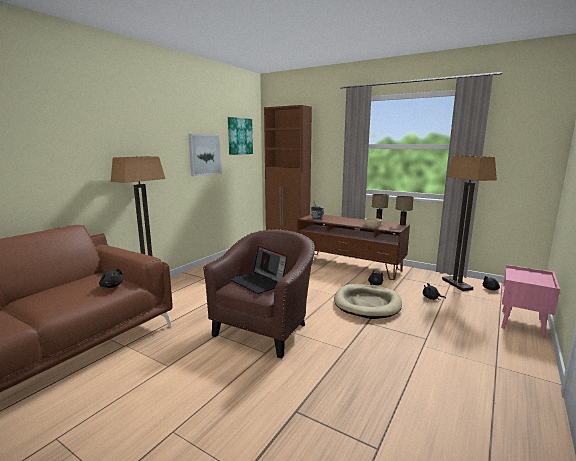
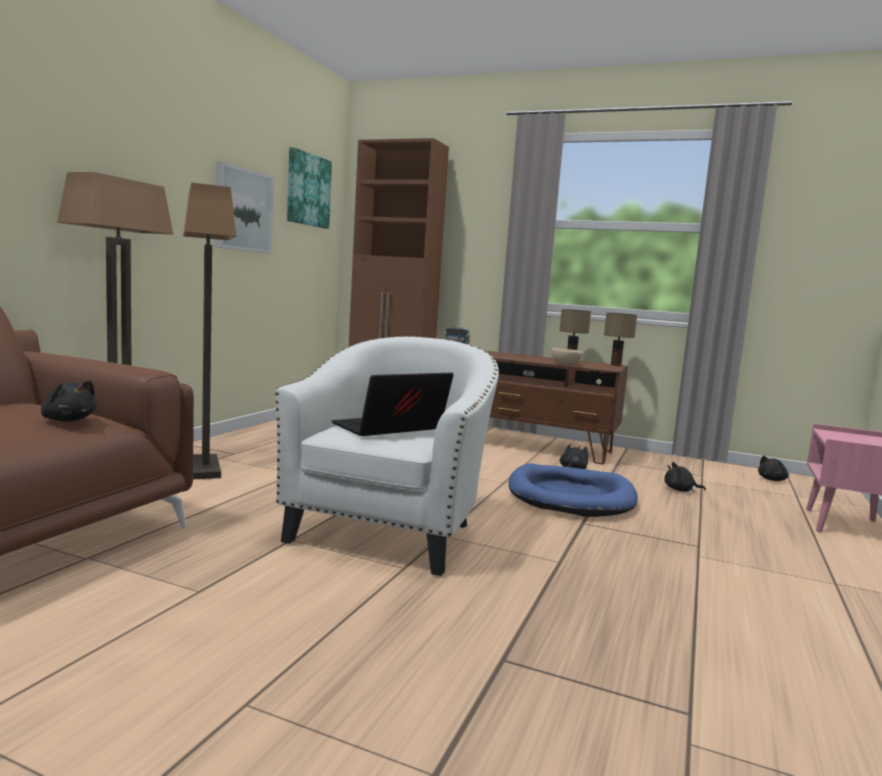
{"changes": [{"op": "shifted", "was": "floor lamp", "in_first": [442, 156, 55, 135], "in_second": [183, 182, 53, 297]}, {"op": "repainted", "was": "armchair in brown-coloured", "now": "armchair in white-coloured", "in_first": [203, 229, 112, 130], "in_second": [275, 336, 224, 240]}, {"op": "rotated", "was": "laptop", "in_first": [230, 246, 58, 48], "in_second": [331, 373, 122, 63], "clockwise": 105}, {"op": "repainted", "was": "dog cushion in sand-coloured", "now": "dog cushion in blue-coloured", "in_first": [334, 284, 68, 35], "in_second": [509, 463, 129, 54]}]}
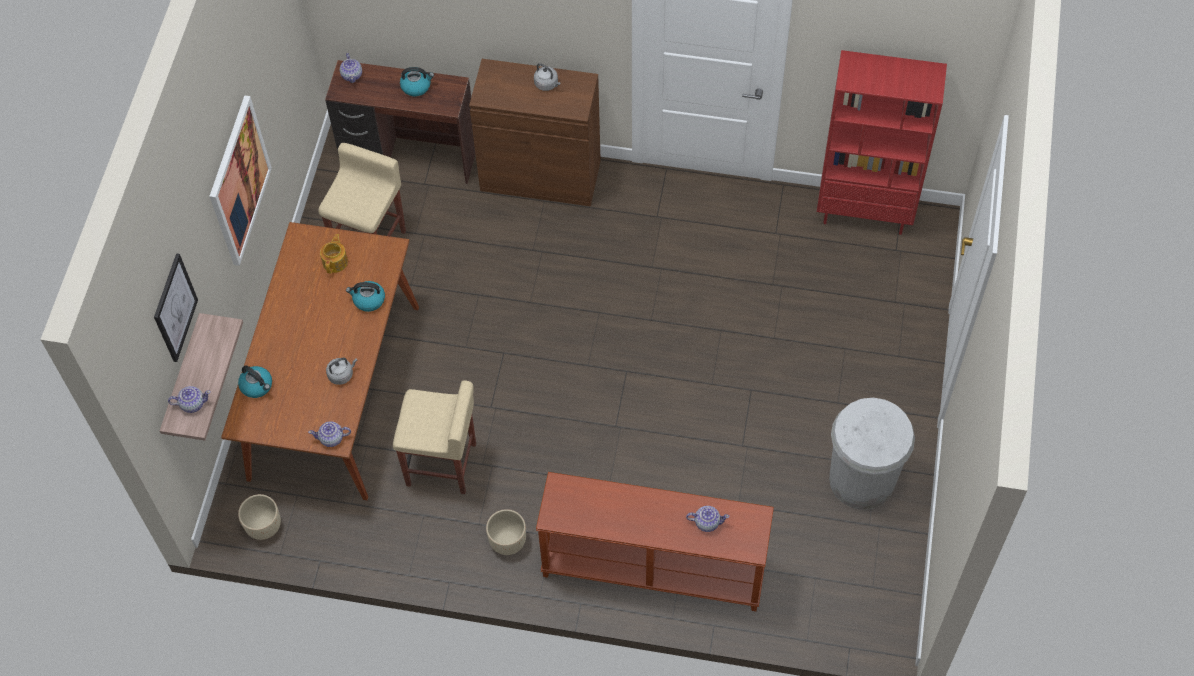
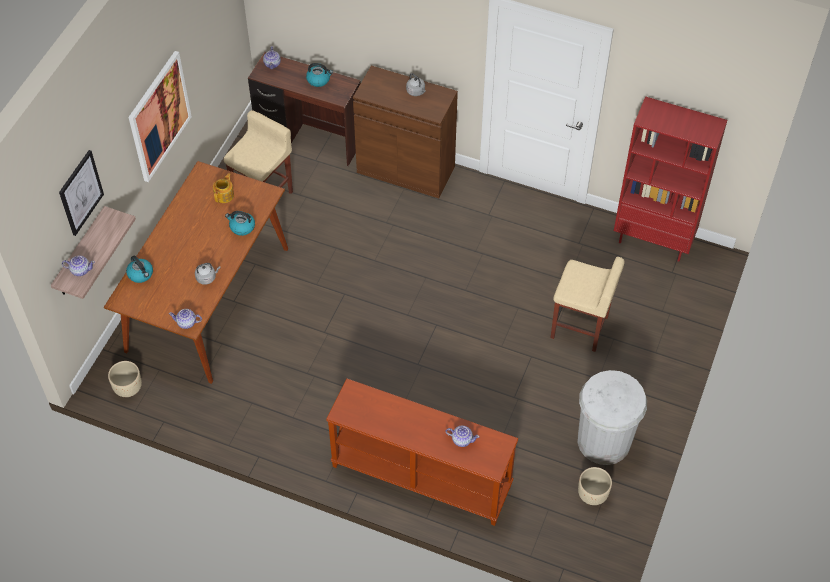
{"changes": [{"op": "shifted", "was": "stool in sand-coloured", "in_first": [393, 380, 83, 114], "in_second": [551, 257, 74, 95]}, {"op": "shifted", "was": "flower pot in sand-coloured", "in_first": [486, 509, 40, 46], "in_second": [578, 467, 34, 38]}]}
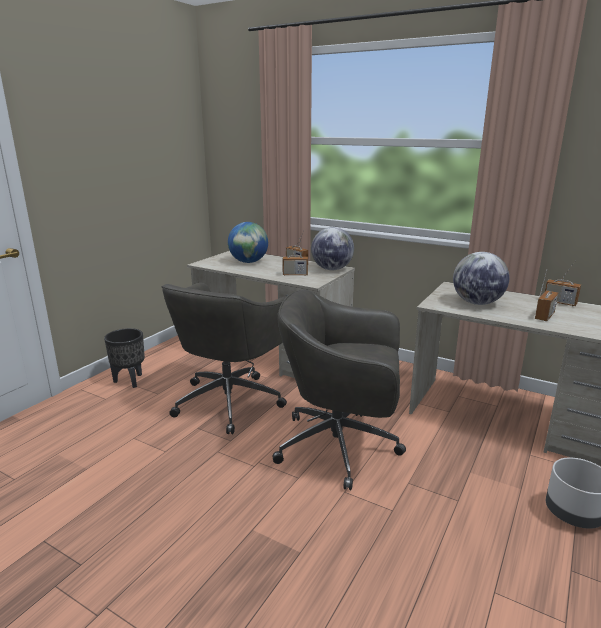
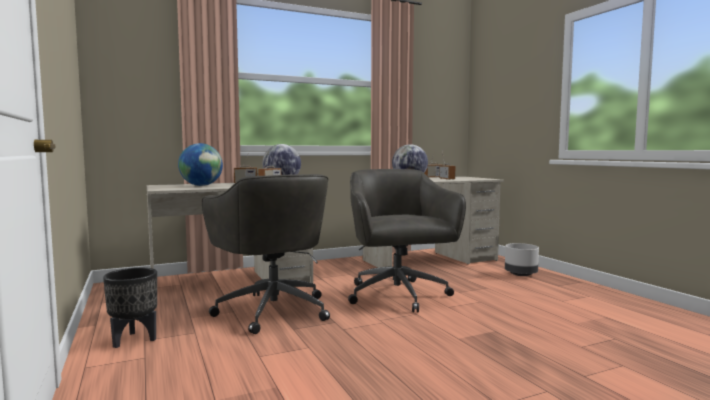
{"changes": [{"op": "rotated", "was": "computer chair in gray", "in_first": [272, 290, 134, 200], "in_second": [348, 169, 118, 144], "clockwise": 120}]}
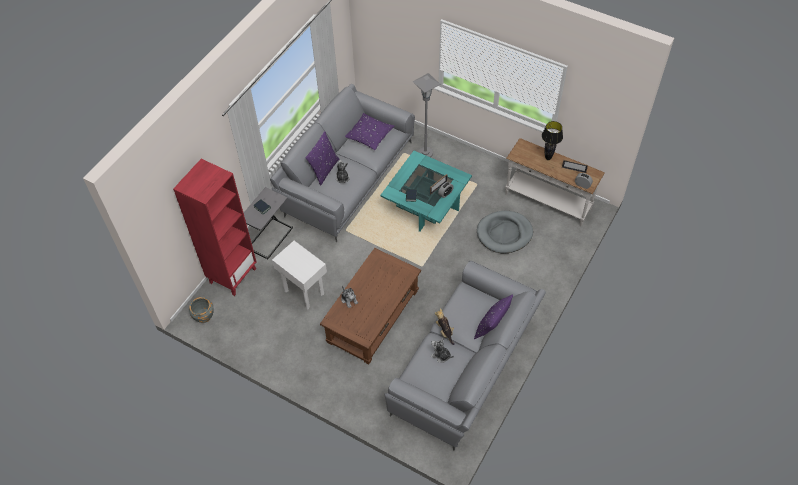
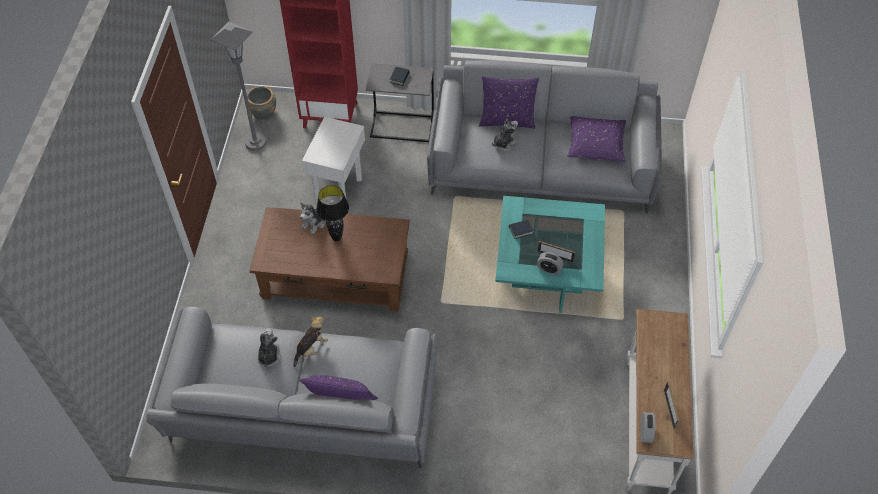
{"changes": [{"op": "shifted", "was": "floor lamp in gray", "in_first": [413, 73, 27, 84], "in_second": [211, 22, 55, 129]}, {"op": "shifted", "was": "tabletop lamp in black-coloured", "in_first": [542, 121, 21, 39], "in_second": [316, 185, 33, 57]}, {"op": "gone", "was": "dog cushion in gray", "in_first": [477, 211, 56, 42]}]}
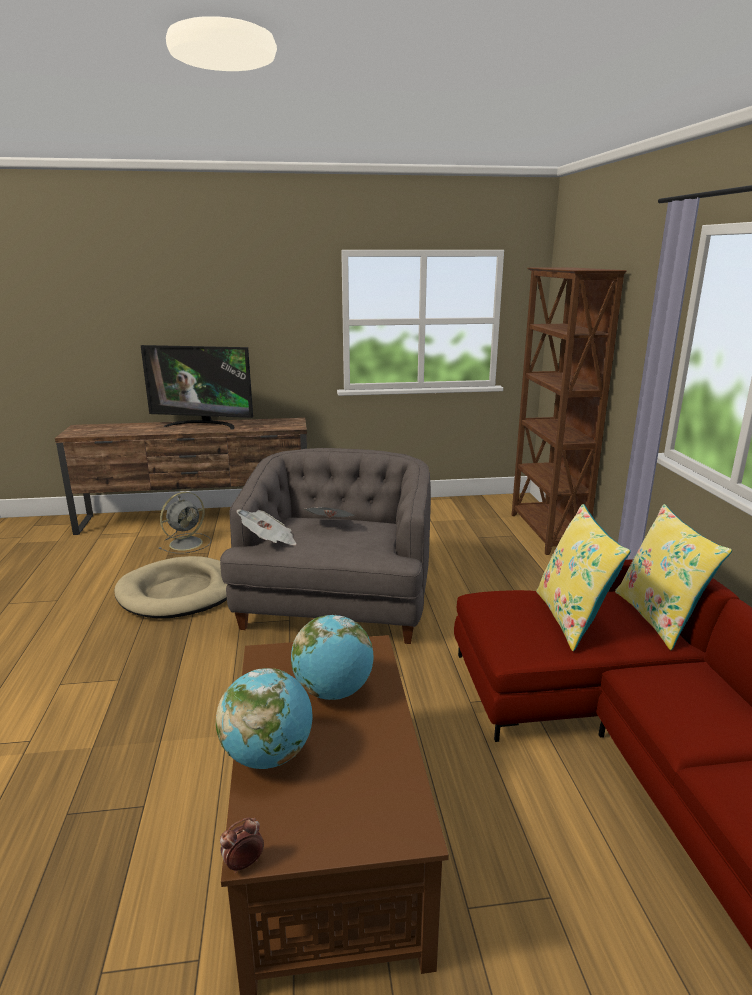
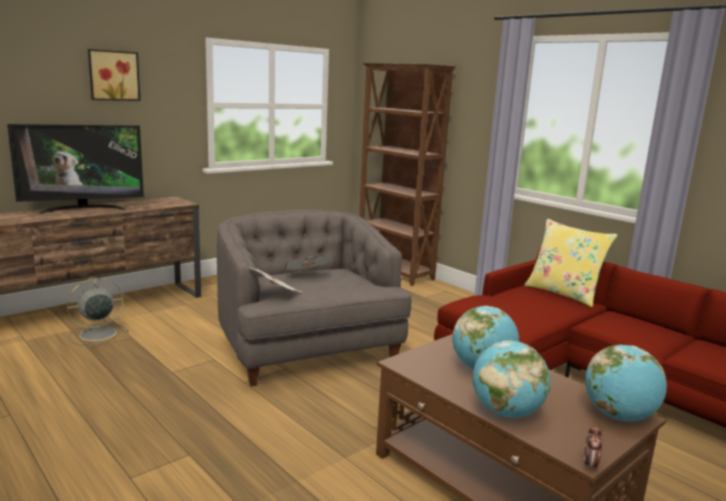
{"changes": [{"op": "rotated", "was": "electric fan in gray", "in_first": [159, 492, 52, 62], "in_second": [67, 278, 62, 68], "clockwise": -135}, {"op": "gone", "was": "cushion in yellow", "in_first": [536, 504, 95, 147]}, {"op": "gone", "was": "dog cushion in sand-coloured", "in_first": [114, 556, 113, 63]}, {"op": "new", "now": "wall art", "in_second": [88, 49, 53, 52]}, {"op": "new", "now": "desk globe", "in_second": [585, 344, 82, 77]}]}
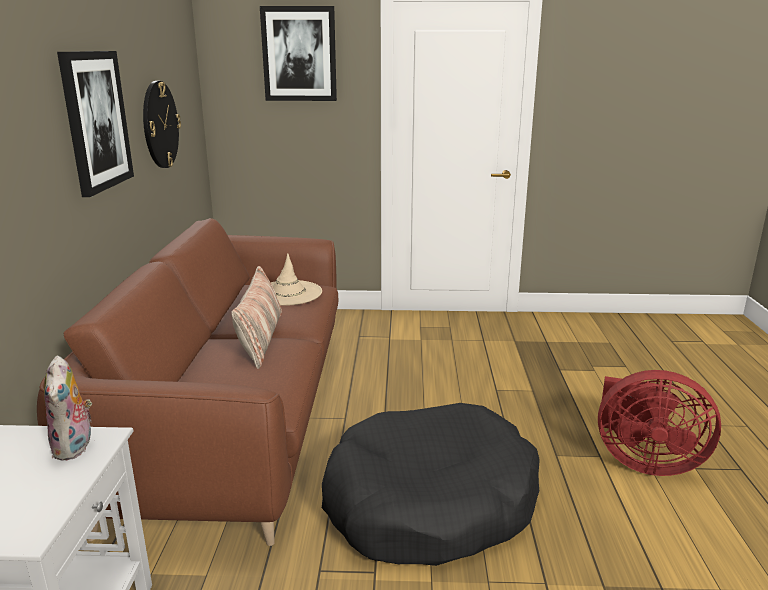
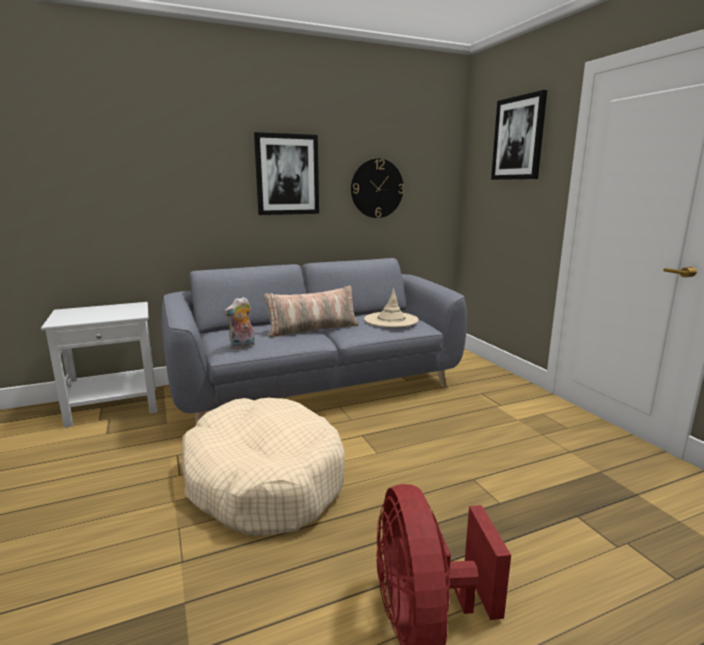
{"changes": [{"op": "repainted", "was": "sofa in brown-coloured", "now": "sofa in gray", "in_first": [37, 218, 301, 328], "in_second": [161, 258, 306, 166]}, {"op": "shifted", "was": "plush toy", "in_first": [44, 356, 48, 105], "in_second": [224, 297, 31, 52]}, {"op": "repainted", "was": "dog cushion in black-coloured", "now": "dog cushion in sand-coloured", "in_first": [322, 403, 218, 163], "in_second": [182, 398, 163, 138]}]}
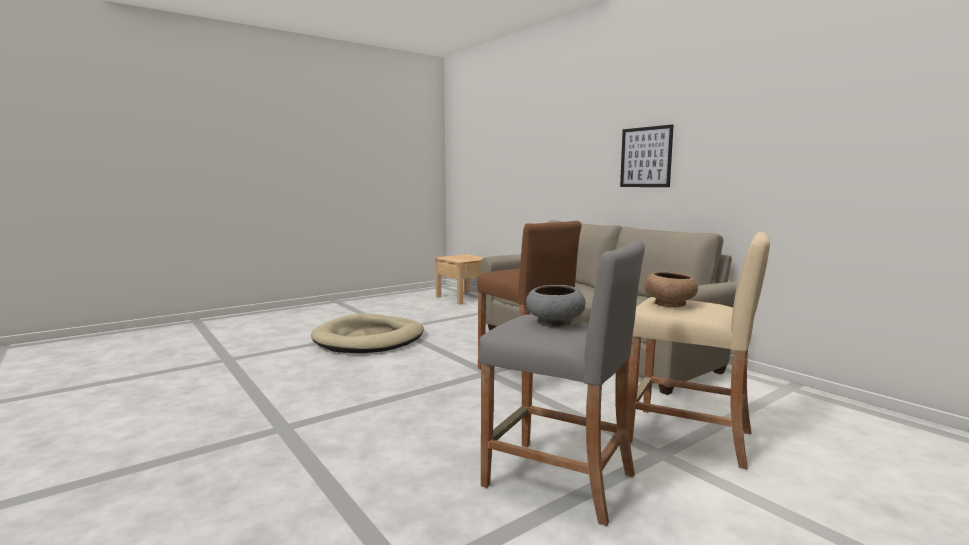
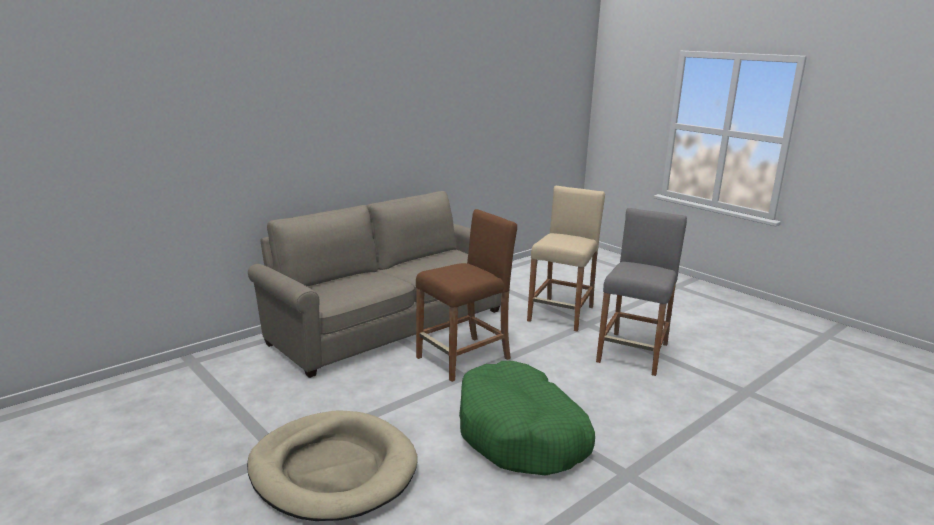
{"changes": [{"op": "gone", "was": "wall art", "in_first": [620, 124, 54, 63]}, {"op": "gone", "was": "nightstand in sand-coloured", "in_first": [435, 254, 50, 51]}, {"op": "gone", "was": "bowl in brown-coloured", "in_first": [645, 272, 53, 35]}, {"op": "gone", "was": "bowl in gray", "in_first": [526, 285, 59, 42]}, {"op": "new", "now": "dog cushion in green-coloured", "in_second": [459, 361, 136, 115]}]}
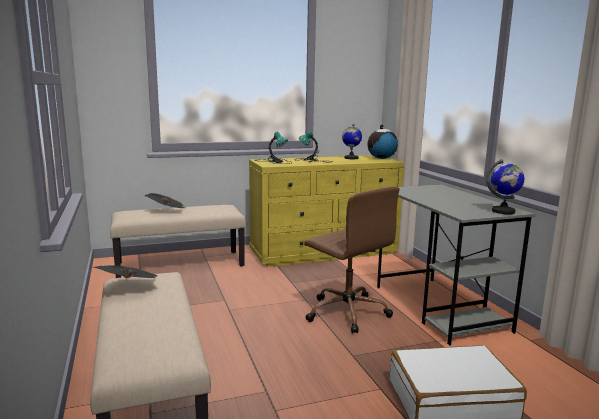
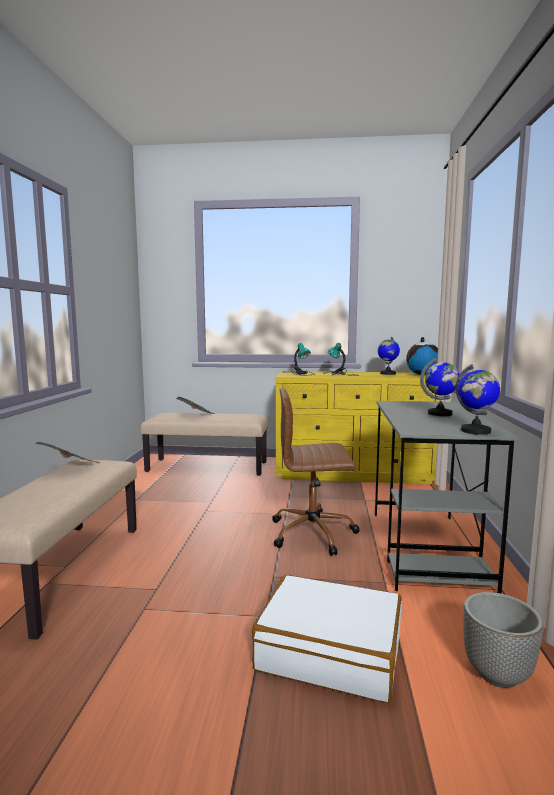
{"changes": [{"op": "rotated", "was": "computer chair in brown-coloured", "in_first": [304, 187, 95, 147], "in_second": [272, 388, 87, 168], "clockwise": 105}, {"op": "new", "now": "desk globe", "in_second": [420, 358, 40, 58]}, {"op": "new", "now": "flower pot", "in_second": [463, 592, 81, 96]}]}
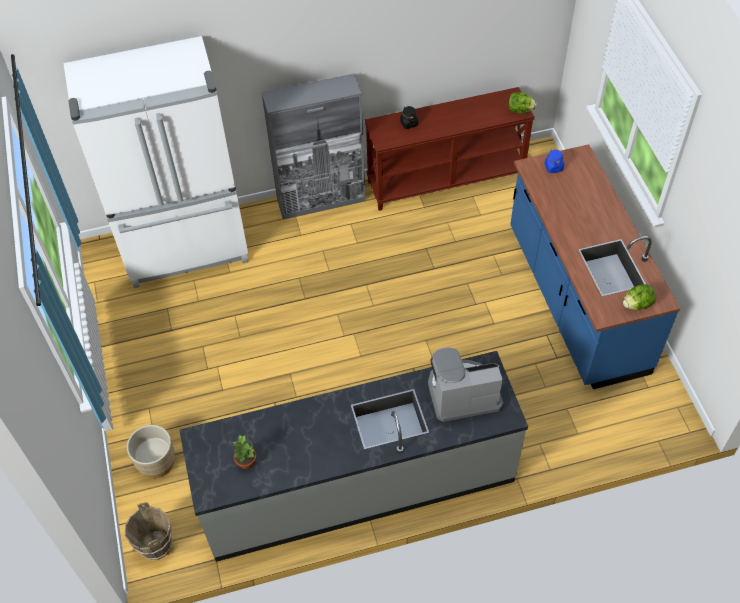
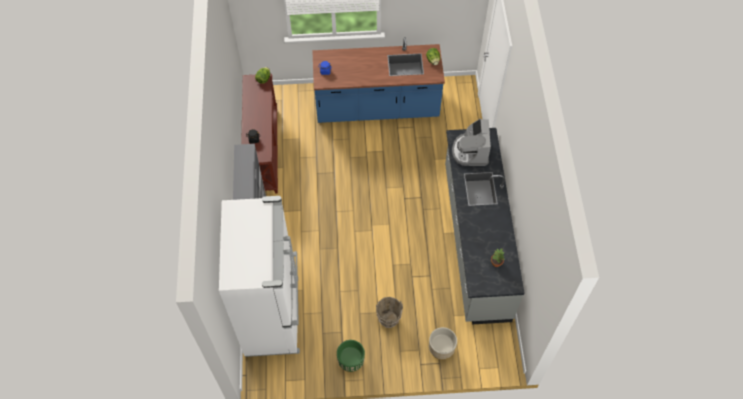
{"changes": [{"op": "shifted", "was": "pail in brown-coloured", "in_first": [125, 502, 48, 58], "in_second": [376, 297, 27, 31]}, {"op": "new", "now": "flower pot in green-coloured", "in_second": [337, 340, 28, 32]}]}
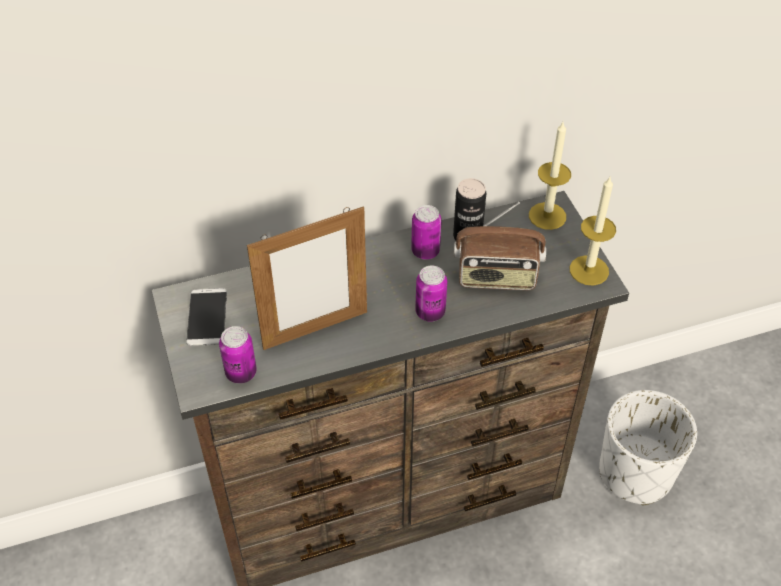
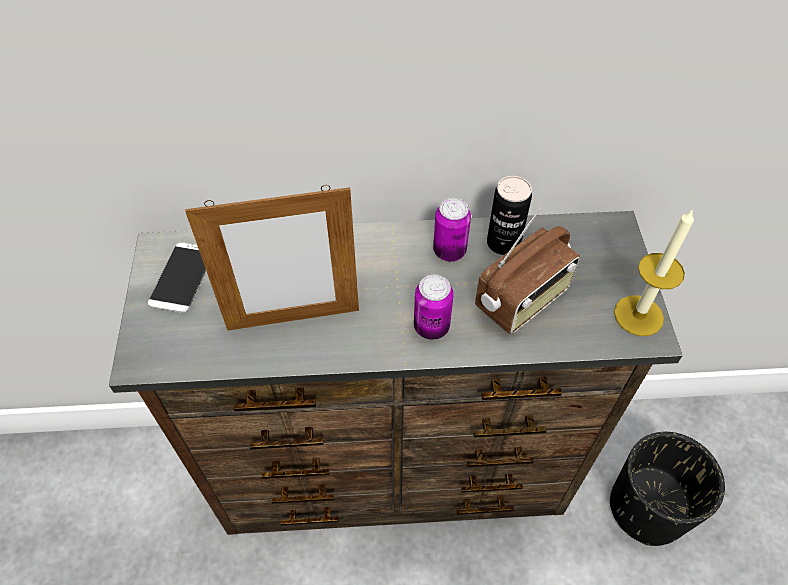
{"changes": [{"op": "gone", "was": "candle", "in_first": [529, 122, 42, 108]}, {"op": "rotated", "was": "radio", "in_first": [454, 202, 92, 88], "in_second": [475, 207, 105, 127], "clockwise": -60}, {"op": "gone", "was": "can", "in_first": [219, 326, 38, 58]}, {"op": "repainted", "was": "flower pot in white-coloured", "now": "flower pot in black-coloured", "in_first": [599, 390, 98, 115], "in_second": [610, 432, 115, 114]}]}
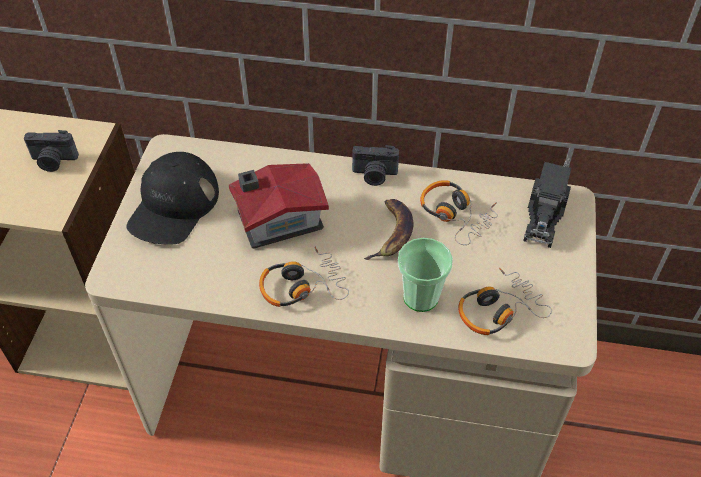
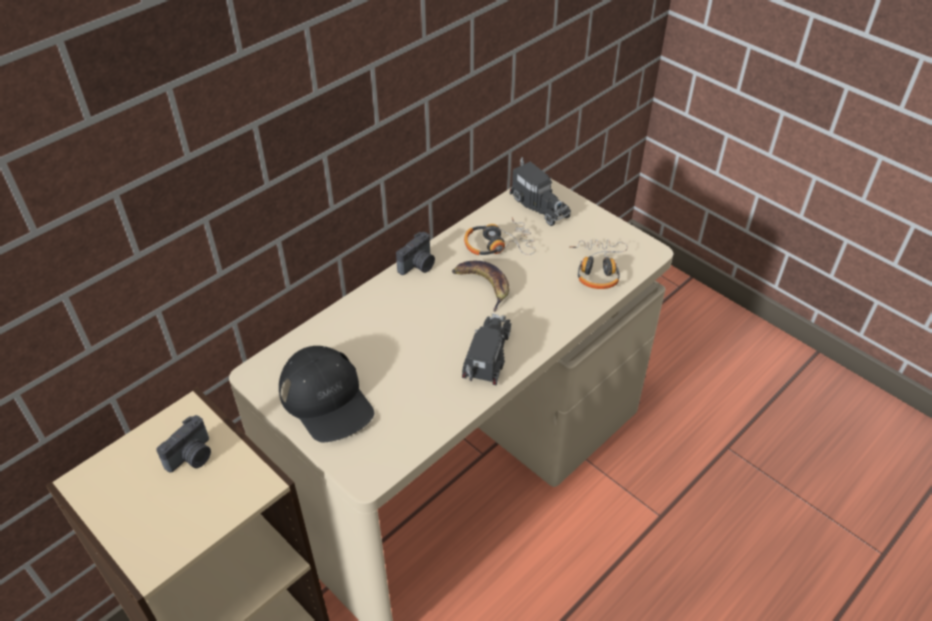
{"changes": [{"op": "gone", "was": "toy house", "in_first": [229, 163, 100, 86]}, {"op": "gone", "was": "cup", "in_first": [398, 238, 55, 74]}, {"op": "swapped", "was": "pair of headphones", "now": "toy lorry", "in_first": [259, 246, 90, 61], "in_second": [462, 313, 49, 73]}]}
